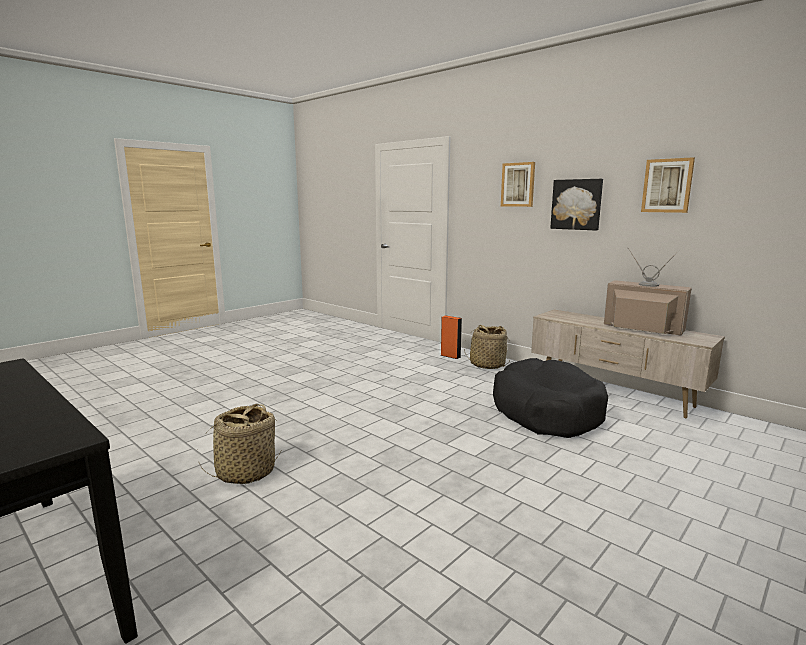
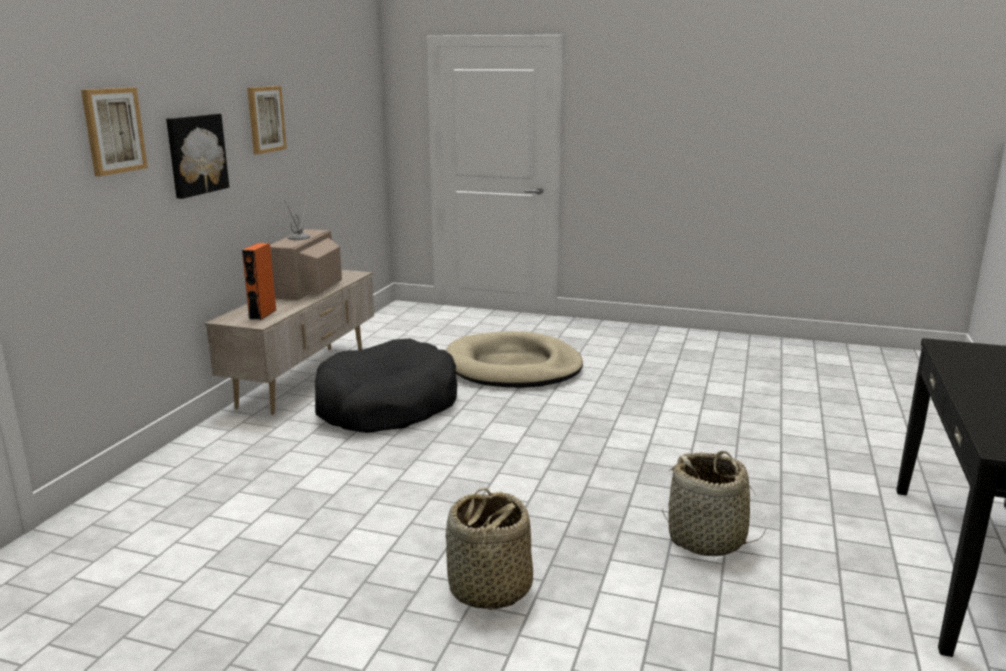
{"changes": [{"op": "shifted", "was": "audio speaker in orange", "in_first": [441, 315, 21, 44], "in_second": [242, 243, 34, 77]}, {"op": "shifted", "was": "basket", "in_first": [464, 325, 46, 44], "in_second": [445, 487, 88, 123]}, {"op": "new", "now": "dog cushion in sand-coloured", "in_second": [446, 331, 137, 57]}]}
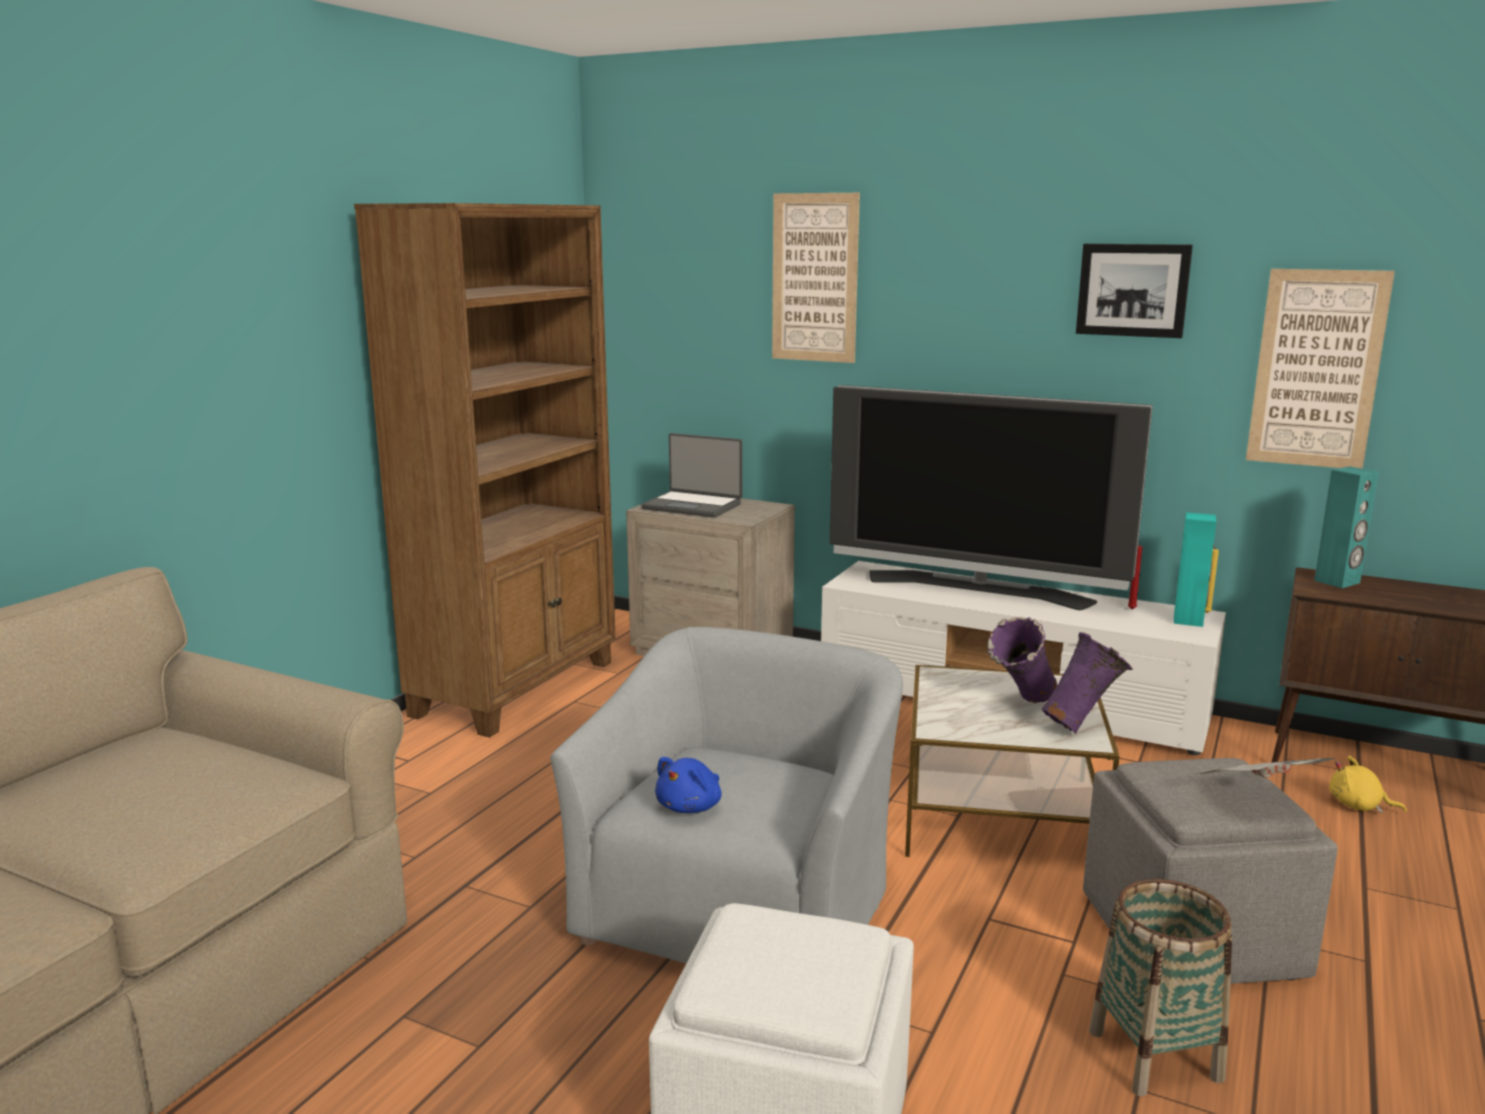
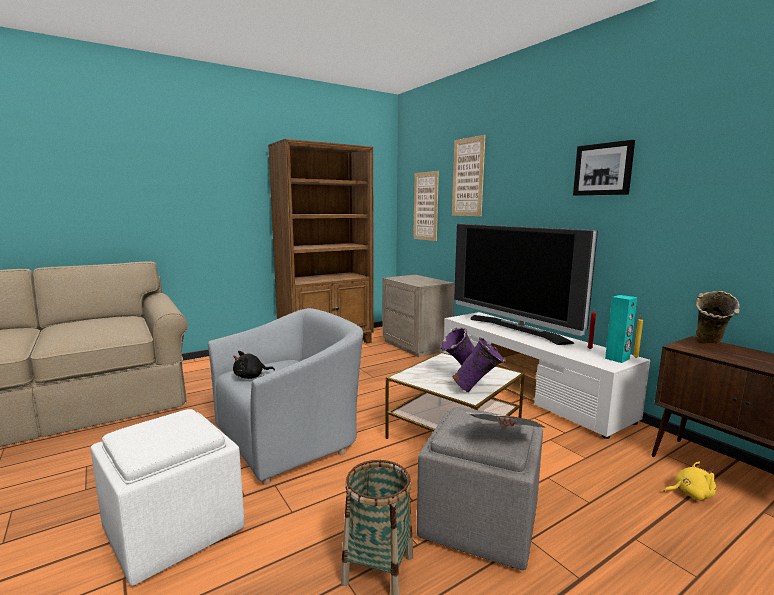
{"changes": [{"op": "shifted", "was": "wall art", "in_first": [1246, 269, 149, 200], "in_second": [413, 171, 26, 70]}, {"op": "gone", "was": "laptop", "in_first": [641, 433, 101, 85]}, {"op": "swapped", "was": "audio speaker in blue-green", "now": "decorative vase in sand-coloured", "in_first": [1314, 466, 65, 122], "in_second": [696, 291, 44, 52]}, {"op": "rotated", "was": "plush toy in yellow", "in_first": [1329, 756, 78, 57], "in_second": [664, 462, 52, 38], "clockwise": 120}, {"op": "repainted", "was": "plush toy in blue-coloured", "now": "plush toy in black-coloured", "in_first": [655, 757, 67, 56], "in_second": [233, 351, 42, 28]}]}
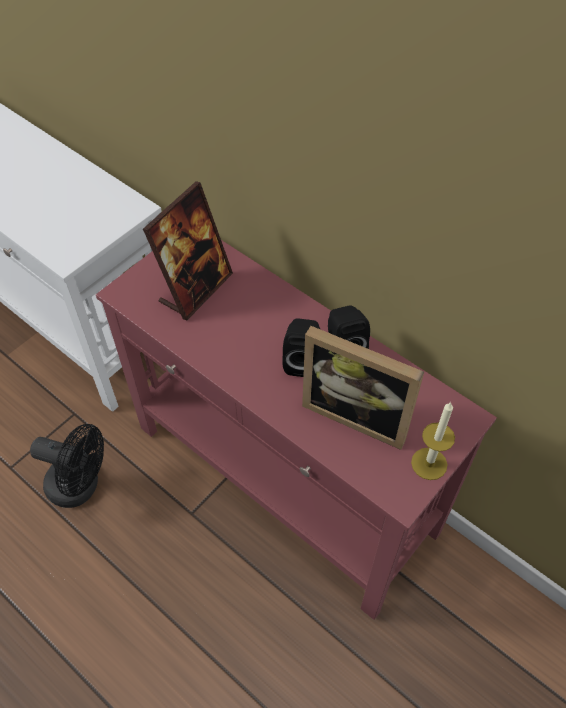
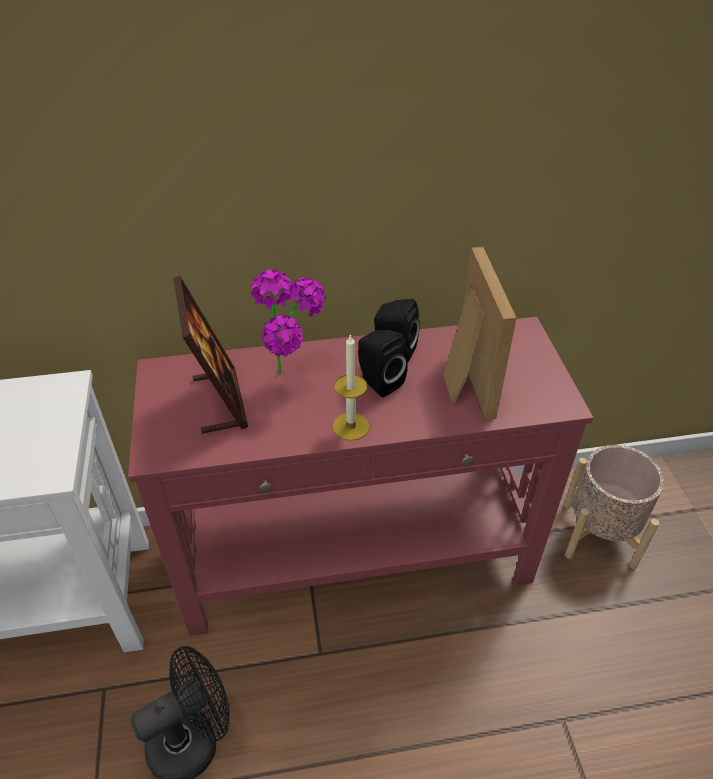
{"changes": [{"op": "rotated", "was": "photo frame", "in_first": [302, 326, 122, 124], "in_second": [443, 246, 74, 174], "clockwise": -75}, {"op": "shifted", "was": "candle", "in_first": [411, 402, 44, 78], "in_second": [332, 334, 38, 107]}, {"op": "new", "now": "houseplant", "in_second": [251, 269, 75, 106]}, {"op": "new", "now": "flower pot in sand-coloured", "in_second": [564, 445, 100, 124]}]}
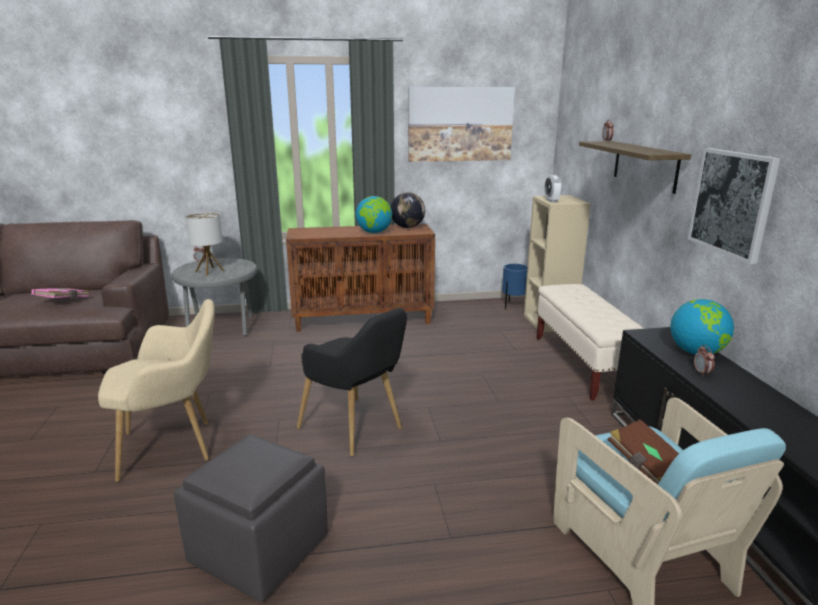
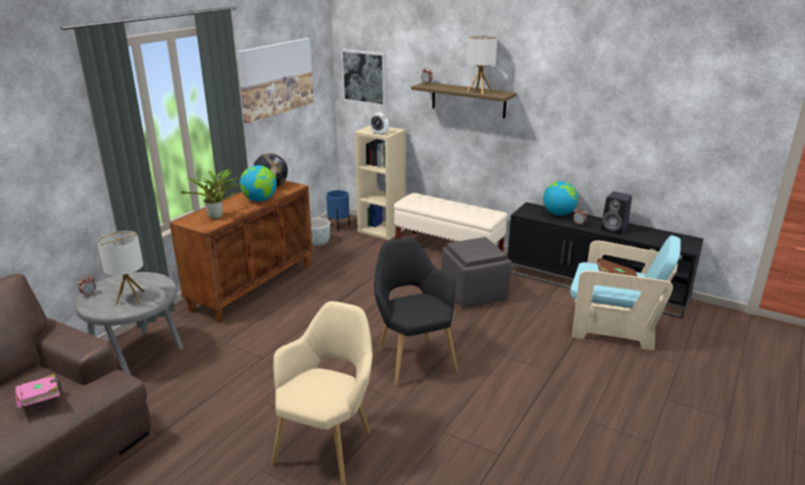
{"changes": [{"op": "shifted", "was": "wall art", "in_first": [688, 148, 92, 116], "in_second": [341, 49, 46, 57]}, {"op": "rotated", "was": "armchair in black-coloured", "in_first": [297, 308, 110, 148], "in_second": [374, 238, 84, 148], "clockwise": -105}, {"op": "shifted", "was": "footrest in gray", "in_first": [174, 434, 154, 168], "in_second": [441, 237, 70, 72]}, {"op": "new", "now": "tabletop lamp", "in_second": [467, 35, 30, 59]}, {"op": "new", "now": "houseplant", "in_second": [181, 169, 65, 50]}, {"op": "new", "now": "audio speaker in black-coloured", "in_second": [601, 191, 31, 43]}, {"op": "new", "now": "flower pot in gray", "in_second": [311, 218, 19, 28]}]}
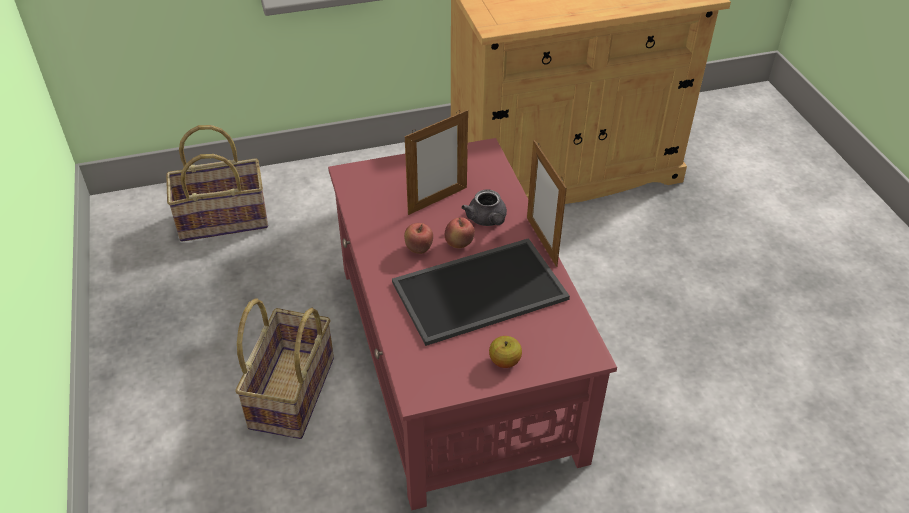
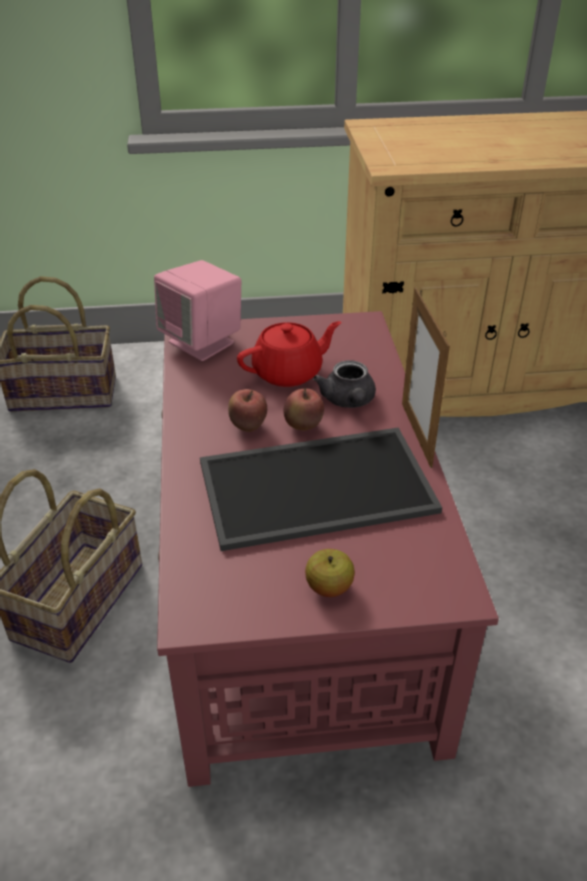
{"changes": [{"op": "swapped", "was": "photo frame", "now": "pot for tea in reddish", "in_first": [405, 110, 63, 105], "in_second": [237, 321, 104, 66]}, {"op": "new", "now": "audio speaker in pink", "in_second": [154, 260, 87, 101]}]}
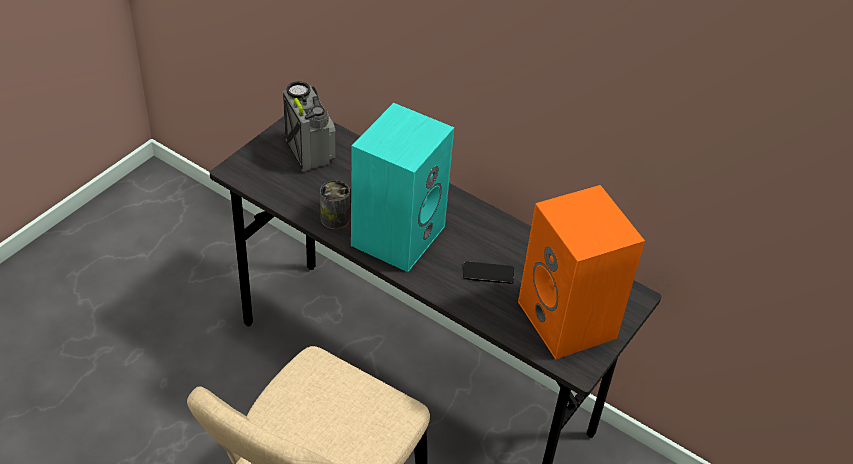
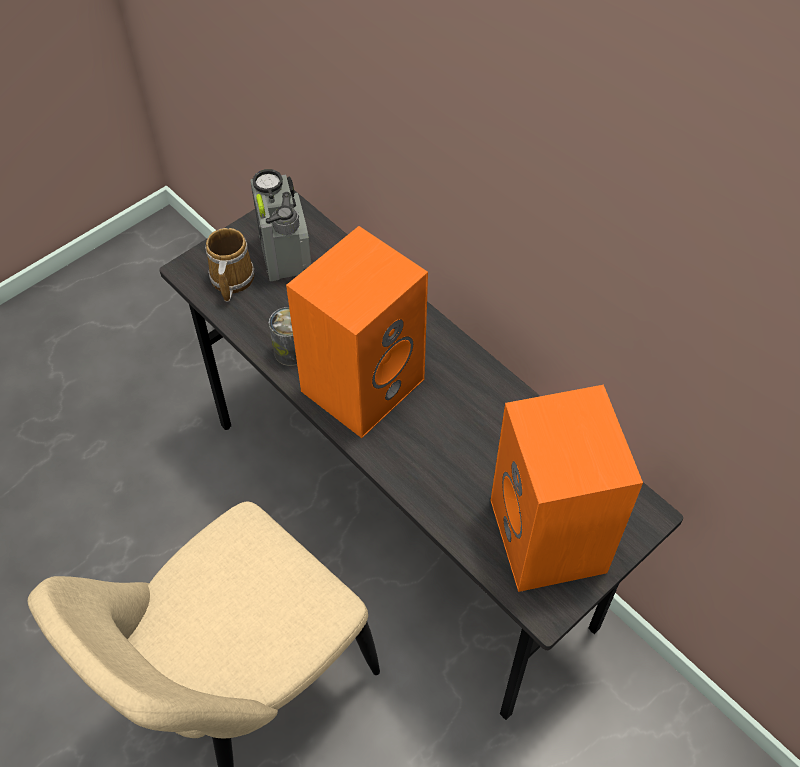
{"changes": [{"op": "repainted", "was": "audio speaker in blue-green", "now": "audio speaker in orange", "in_first": [351, 103, 103, 169], "in_second": [286, 226, 142, 212]}, {"op": "gone", "was": "telephone", "in_first": [463, 261, 51, 23]}, {"op": "new", "now": "coffee mug", "in_second": [205, 228, 49, 74]}]}
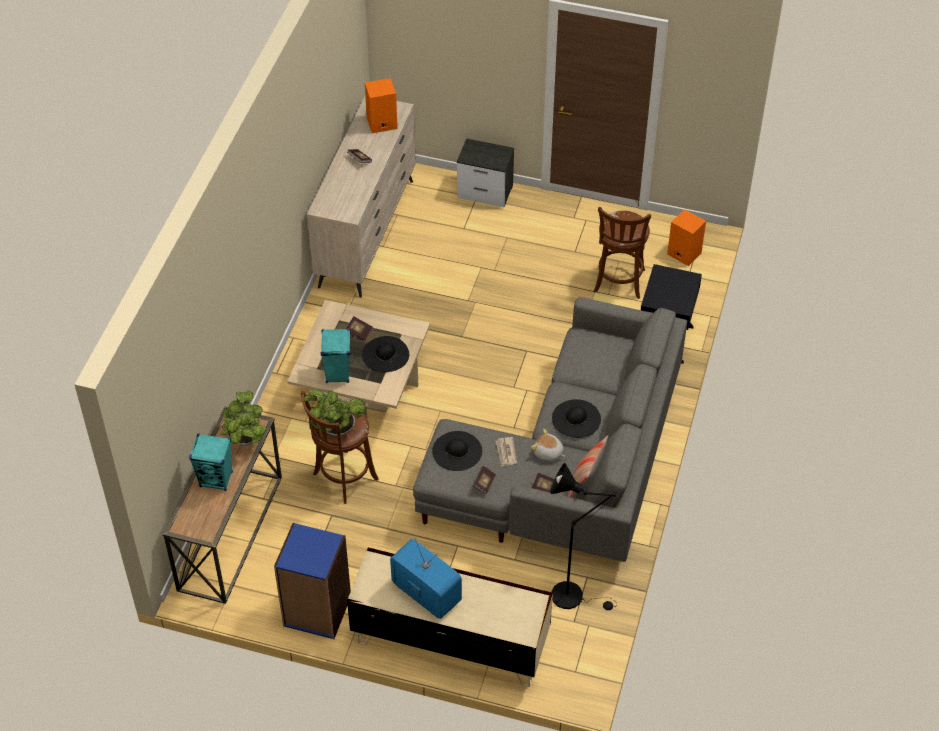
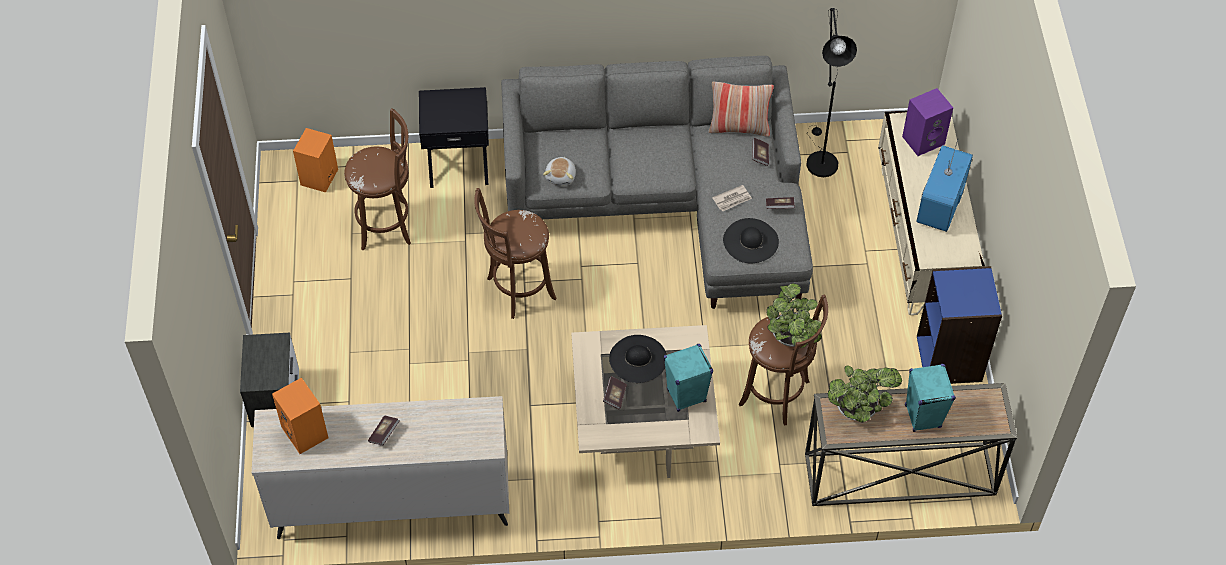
{"changes": [{"op": "gone", "was": "hat in black-coloured", "in_first": [552, 399, 49, 39]}, {"op": "shifted", "was": "plush toy", "in_first": [531, 429, 34, 32], "in_second": [543, 157, 33, 29]}, {"op": "new", "now": "audio speaker in purple-coloured", "in_second": [902, 88, 51, 68]}, {"op": "new", "now": "stool in brown-coloured", "in_second": [474, 188, 82, 131]}]}
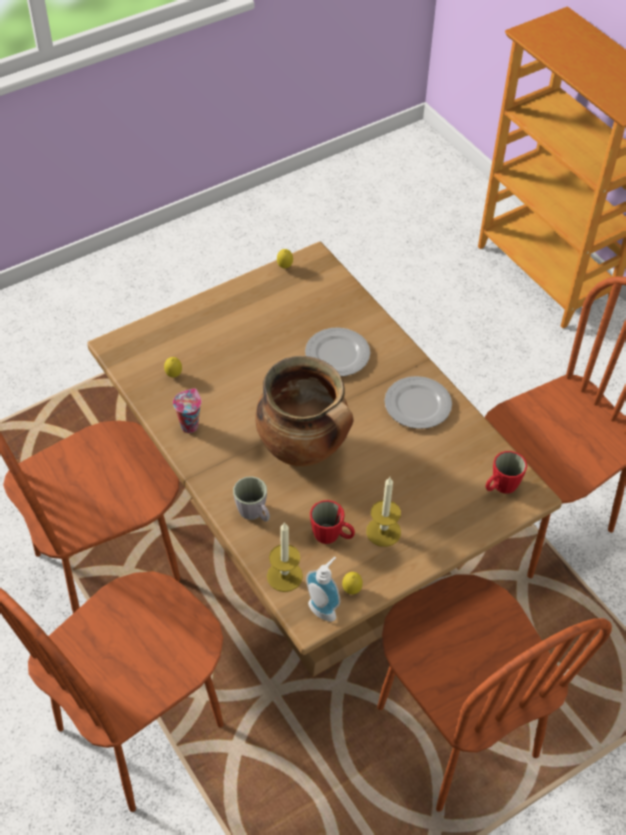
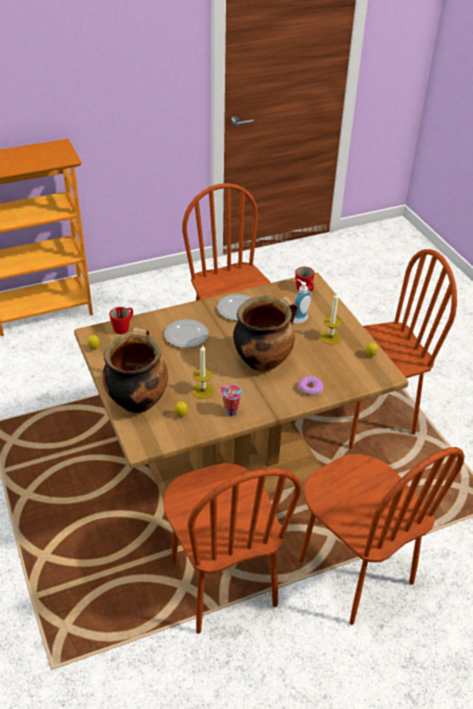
{"changes": [{"op": "swapped", "was": "coffee mug in gray", "now": "doughnut", "in_first": [233, 476, 37, 46], "in_second": [298, 376, 26, 20]}, {"op": "shifted", "was": "coffee mug in reddish", "in_first": [310, 500, 45, 44], "in_second": [109, 307, 24, 27]}, {"op": "shifted", "was": "candle", "in_first": [267, 522, 36, 70], "in_second": [192, 345, 22, 54]}, {"op": "shifted", "was": "soap dispenser", "in_first": [306, 557, 34, 65], "in_second": [293, 279, 18, 45]}, {"op": "new", "now": "cooking pot", "in_second": [103, 327, 65, 86]}]}
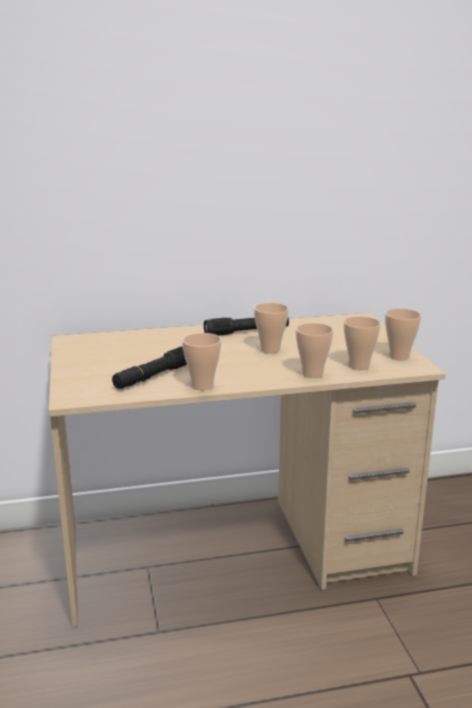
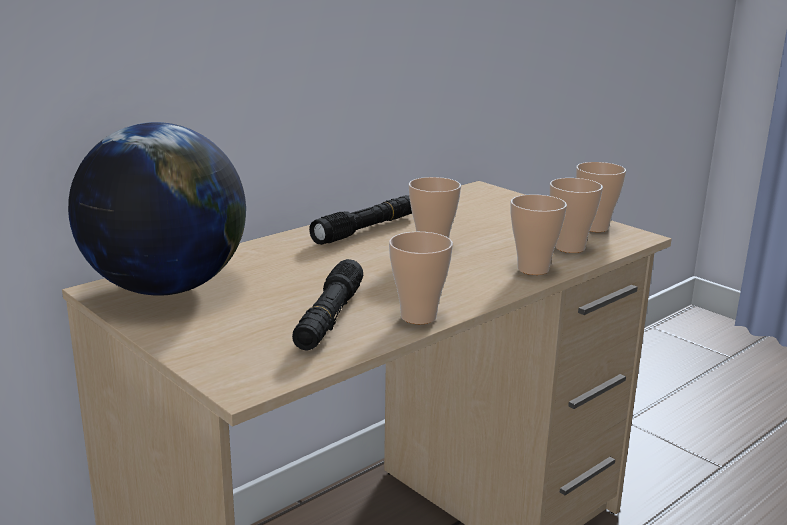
{"changes": [{"op": "new", "now": "desk globe", "in_second": [68, 122, 178, 174]}]}
